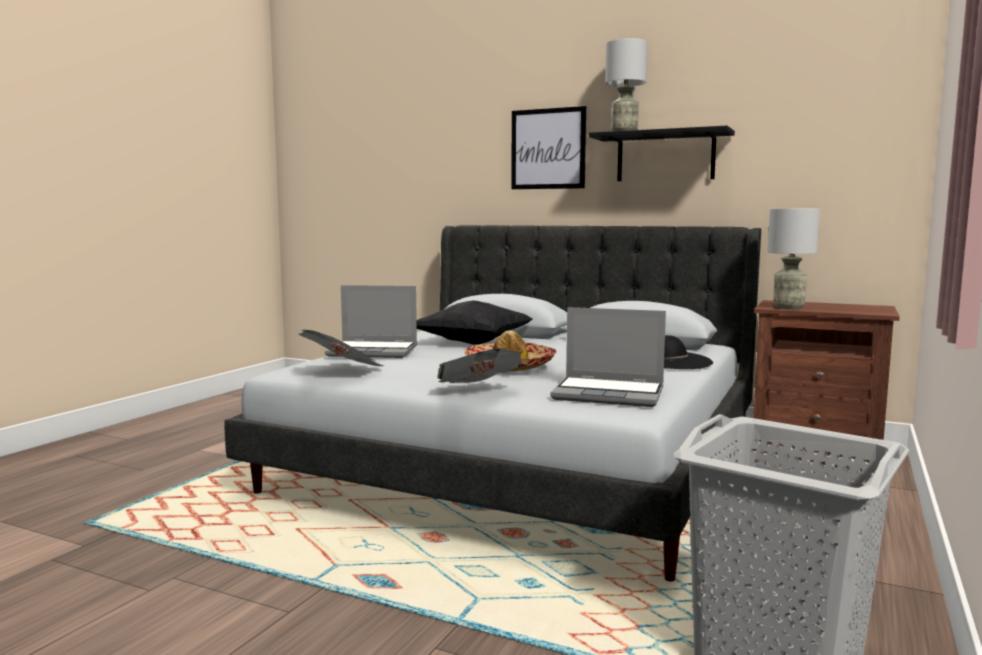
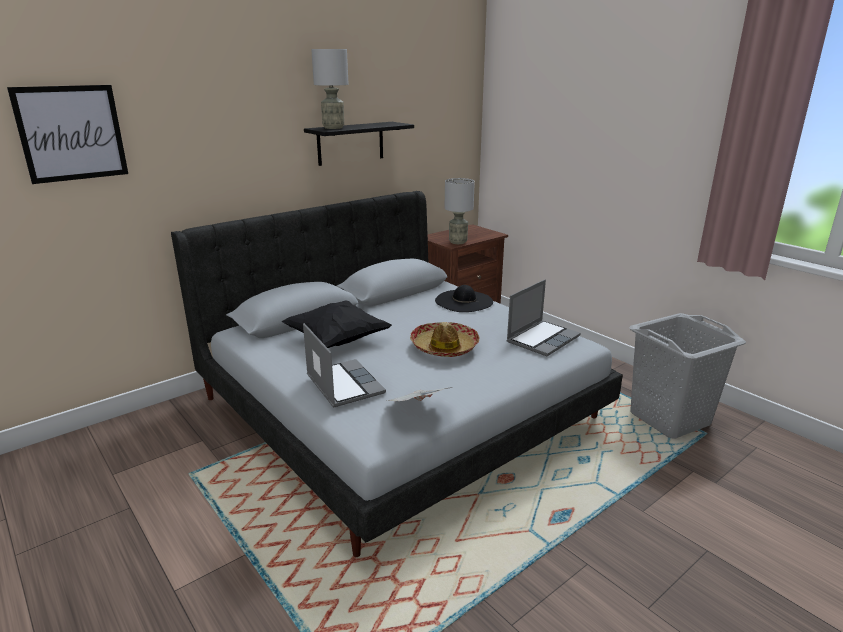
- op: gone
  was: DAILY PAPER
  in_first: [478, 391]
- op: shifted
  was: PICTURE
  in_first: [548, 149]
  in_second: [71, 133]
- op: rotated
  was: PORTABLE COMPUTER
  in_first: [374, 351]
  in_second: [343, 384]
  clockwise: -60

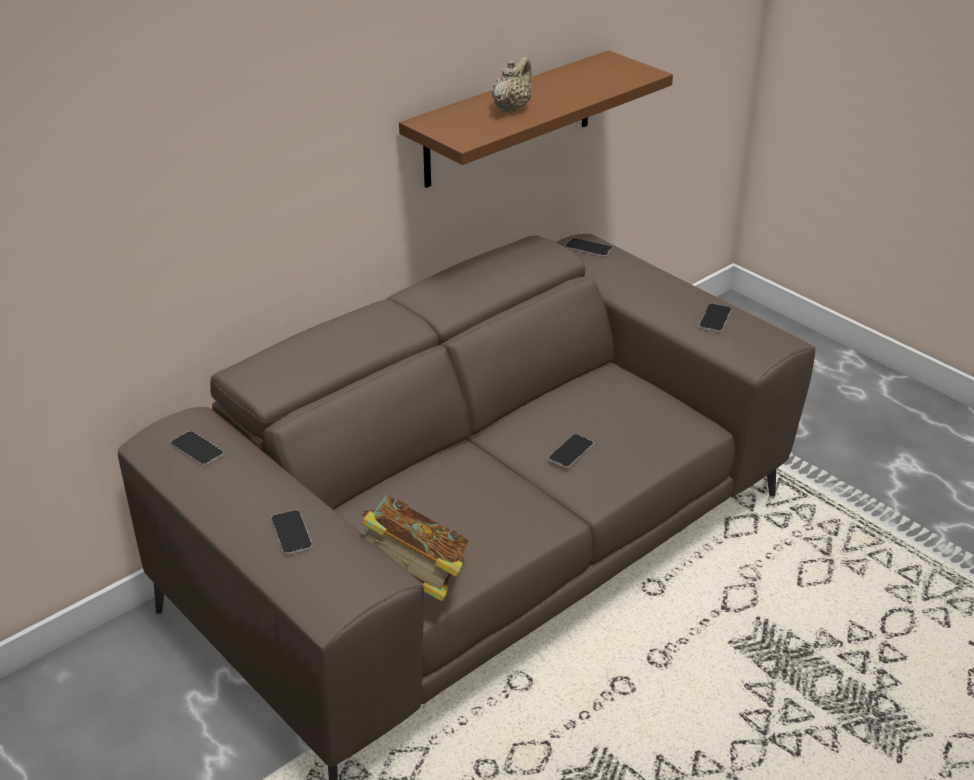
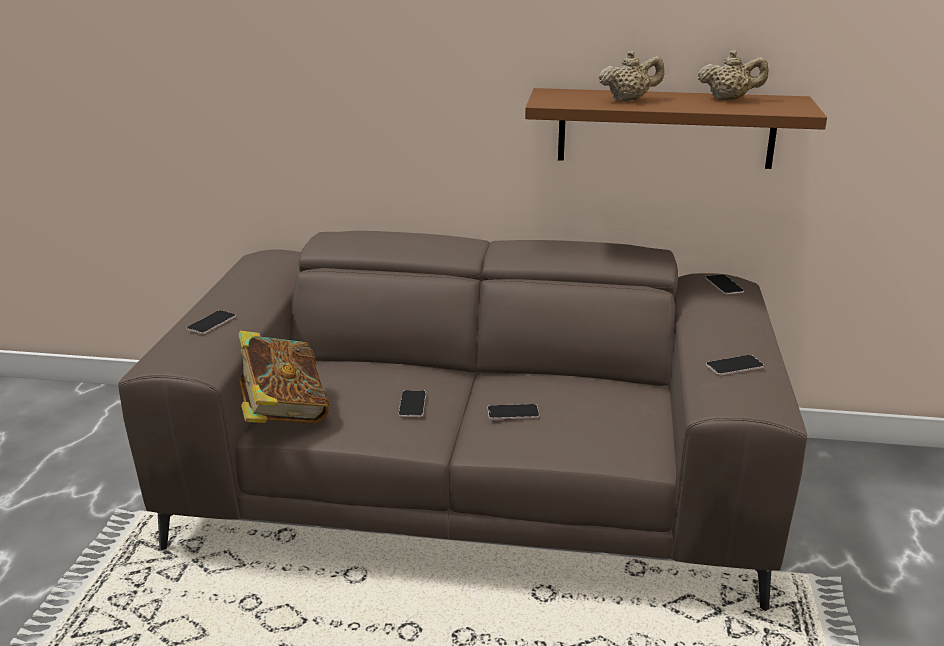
- op: new
  now: SAND-COLOURED TEAPOT
  in_second: [729, 99]
- op: shifted
  was: HANDSET
  in_first: [197, 449]
  in_second: [412, 404]

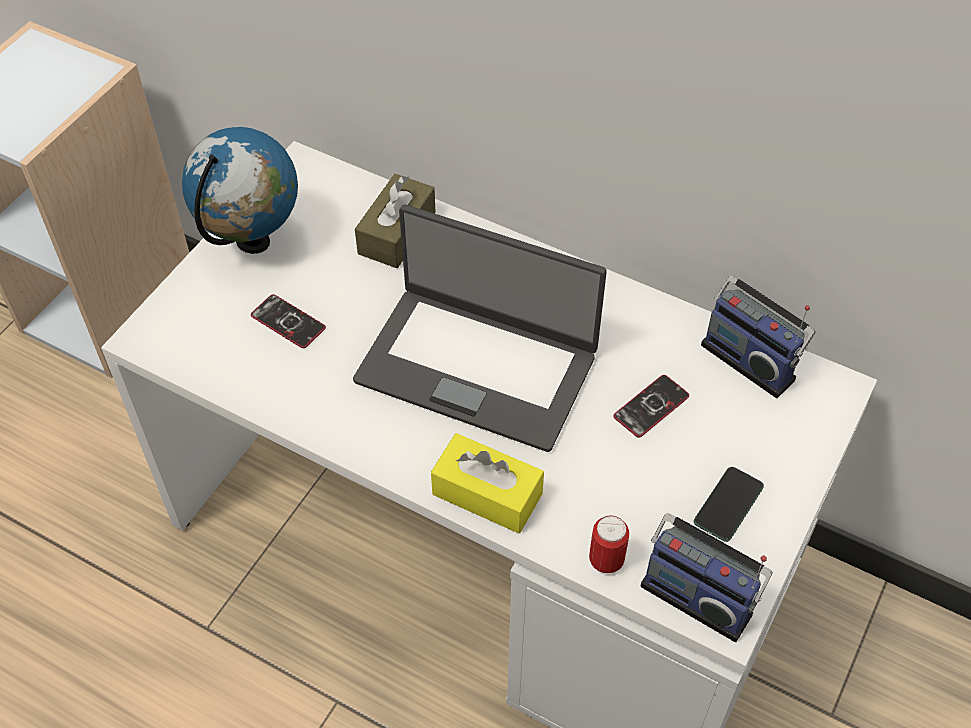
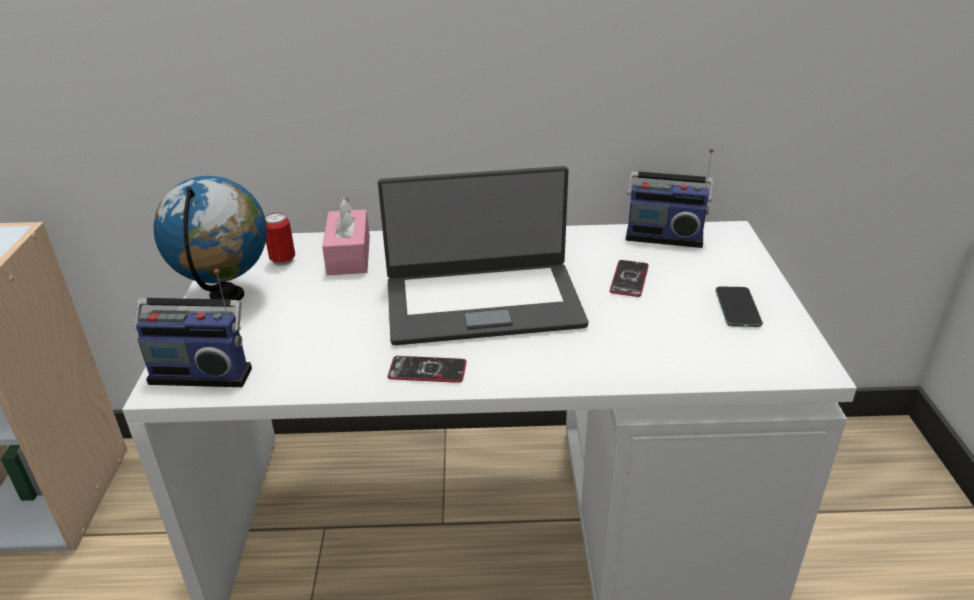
- op: gone
  was: YELLOWISH BOX OF TISSUES
  in_first: [487, 494]
- op: shifted
  was: HANDSET
  in_first: [288, 322]
  in_second: [427, 370]
- op: shifted
  was: METAL CAN
  in_first: [606, 561]
  in_second: [283, 260]
- op: shifted
  was: RADIO
  in_first: [698, 596]
  in_second: [202, 372]
- op: repainted
  was: BROWN-COLOURED BOX OF TISSUES
  now: PINK-COLOURED BOX OF TISSUES
  in_first: [397, 233]
  in_second: [349, 255]

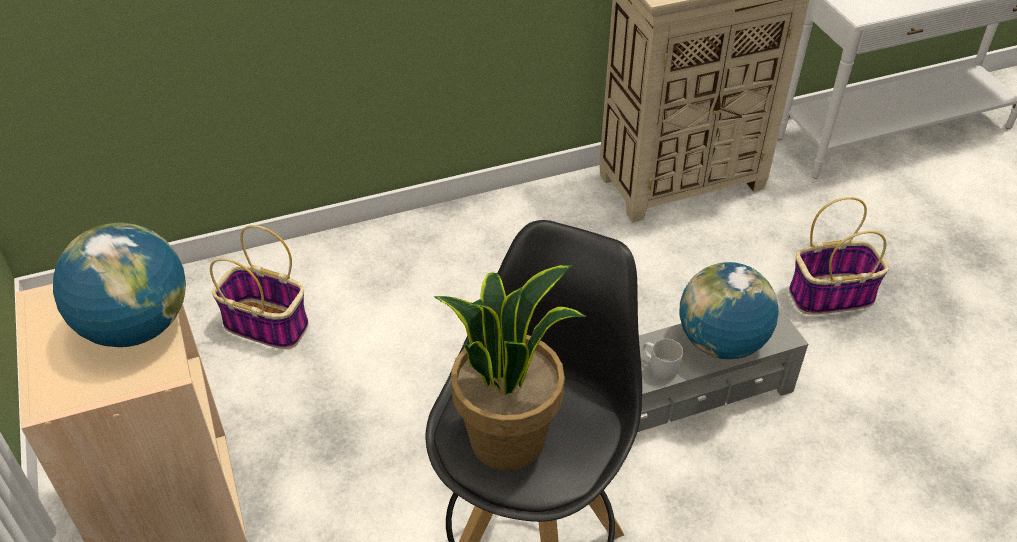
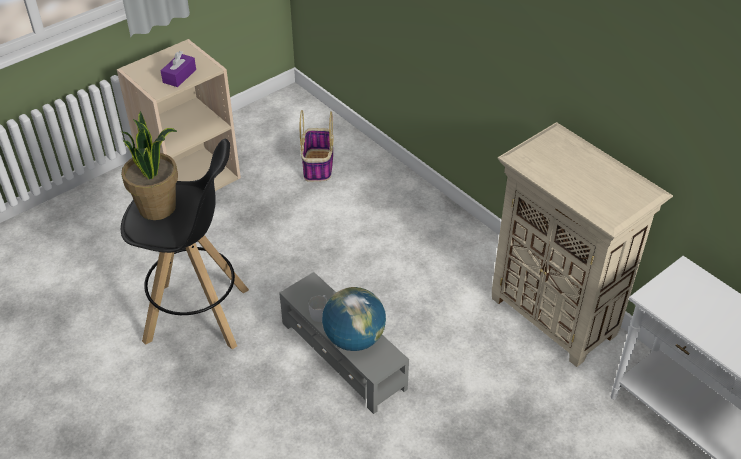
- op: gone
  was: STORAGE BASKET
  in_first: [831, 295]
- op: swapped
  was: DESK GLOBE
  now: PURPLE-COLOURED BOX OF TISSUES
  in_first: [136, 326]
  in_second: [179, 76]

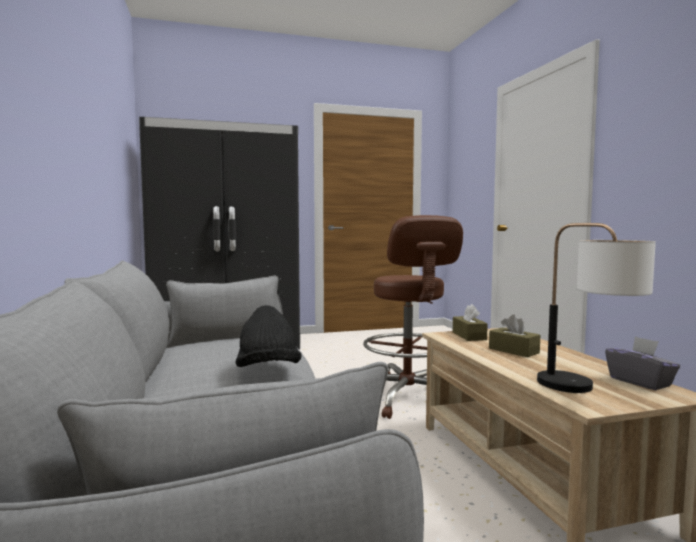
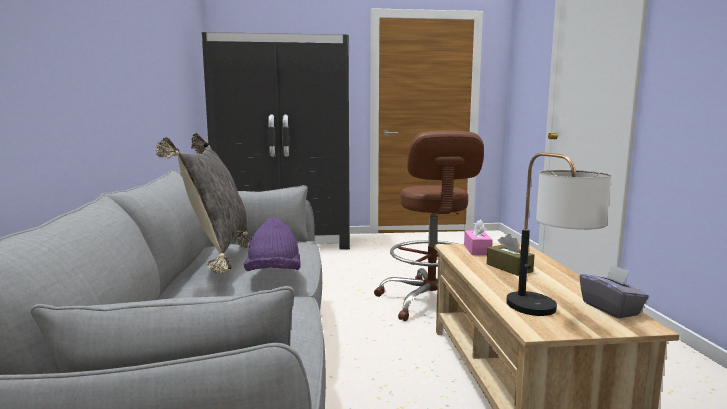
- op: new
  now: PILLOW
  in_second: [213, 261]
- op: repainted
  was: BLACK CLOTHING HAT
  now: PURPLE-COLOURED CLOTHING HAT
  in_first: [268, 371]
  in_second: [274, 275]
- op: repainted
  was: BROWN-COLOURED BOX OF TISSUES
  now: PINK-COLOURED BOX OF TISSUES
  in_first: [469, 336]
  in_second: [477, 250]

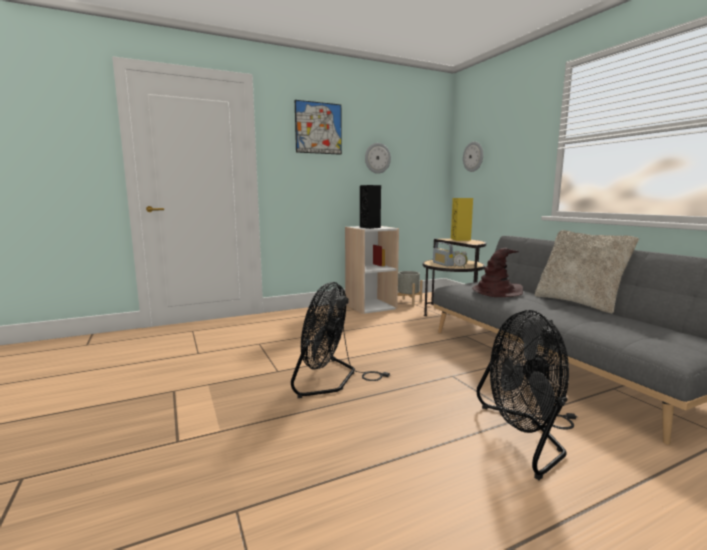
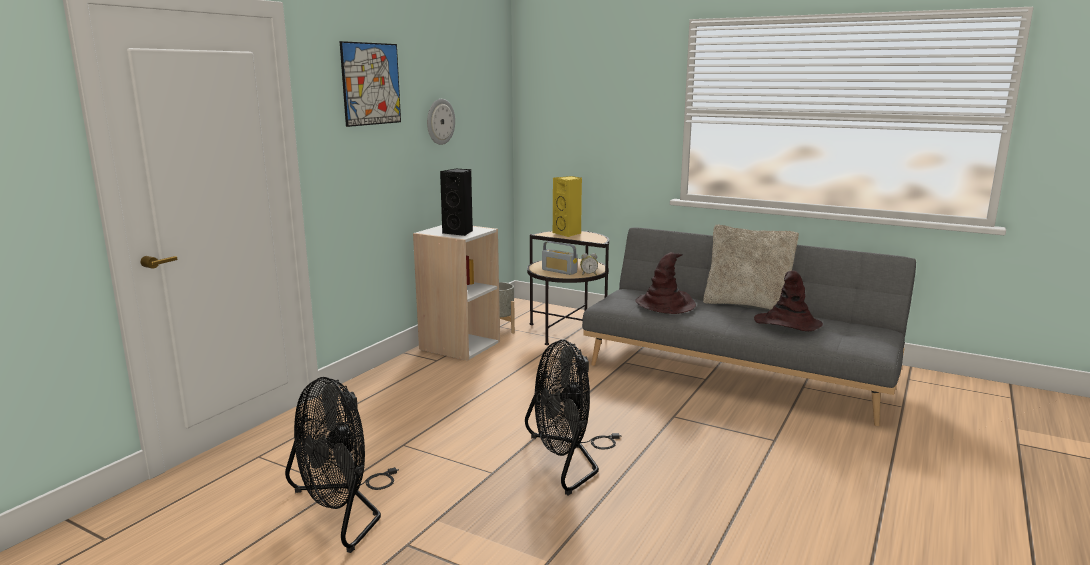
- op: gone
  was: CLOCK ON THE WALL
  in_first: [473, 156]
- op: new
  now: BROWN-COLOURED CLOTHING HAT
  in_second: [787, 323]
- op: shifted
  was: BLACK FAN
  in_first: [528, 434]
  in_second: [345, 507]

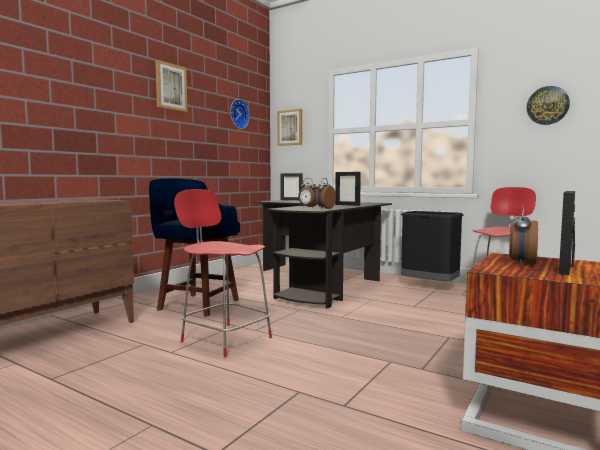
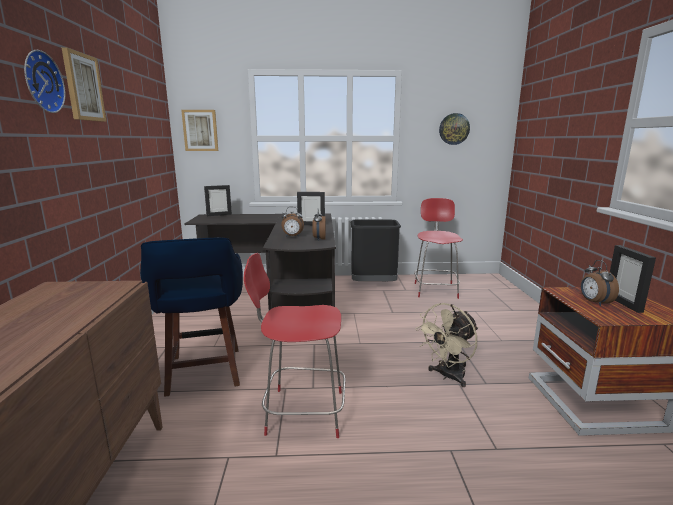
- op: new
  now: SAND-COLOURED FAN
  in_second: [447, 376]
- op: shifted
  was: CLOCK ON THE WALL
  in_first: [238, 114]
  in_second: [41, 82]

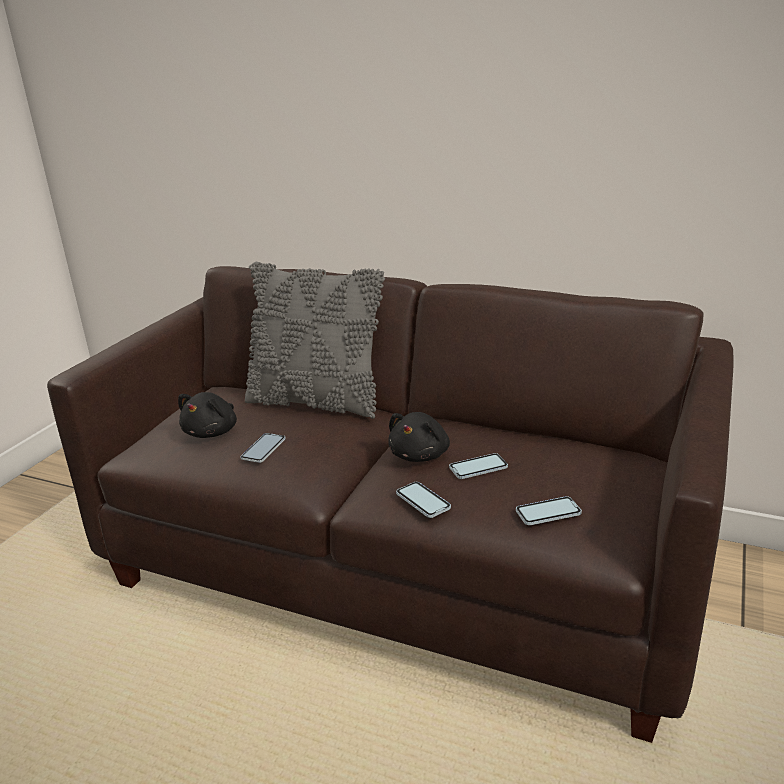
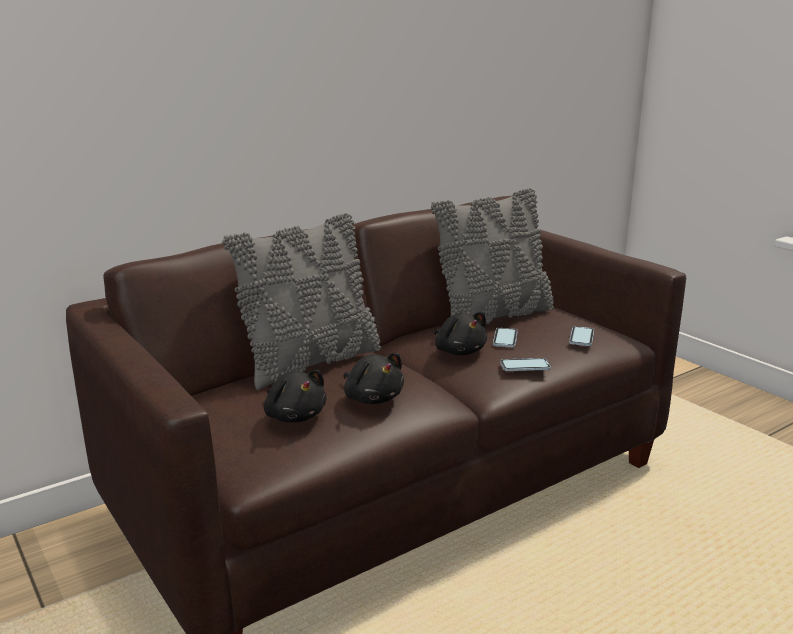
- op: new
  now: GREY PILLOW
  in_second: [493, 316]
- op: swapped
  was: HANDSET
  now: BLACK SOFT TOY
  in_first: [263, 449]
  in_second: [372, 398]

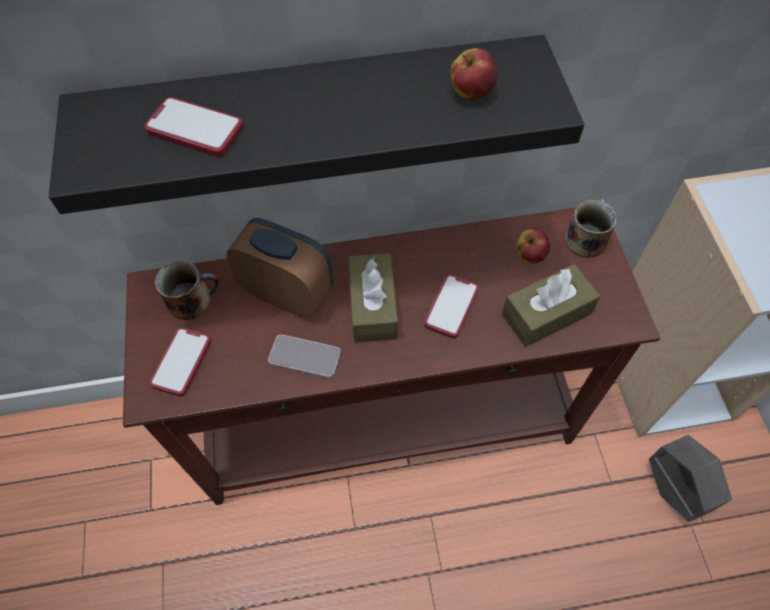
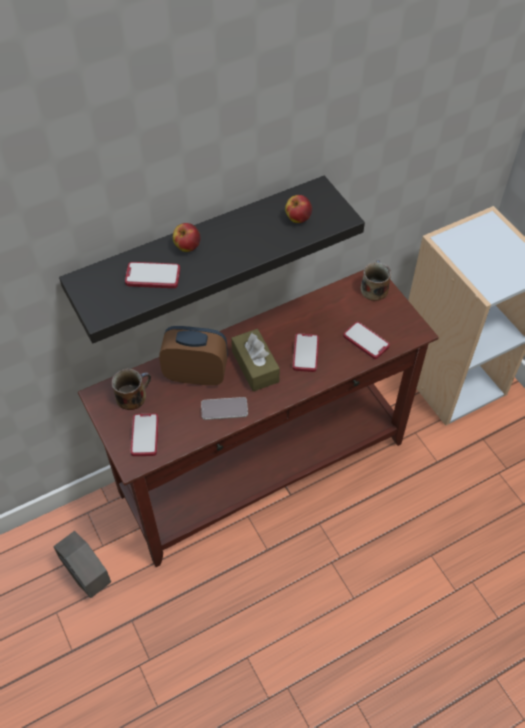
- op: shifted
  was: WHOLE APPLE
  in_first: [529, 256]
  in_second: [187, 247]
- op: shifted
  was: GREY FLOWER POT
  in_first: [673, 489]
  in_second: [88, 576]
- op: swapped
  was: BROWN-COLOURED BOX OF TISSUES
  now: HANDSET
  in_first: [546, 314]
  in_second: [366, 341]

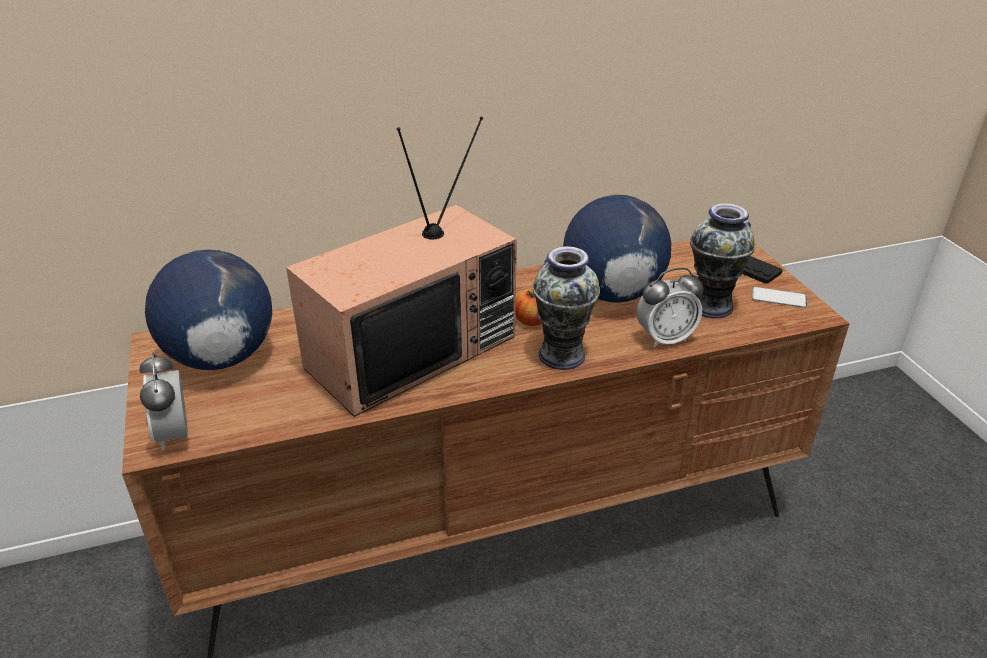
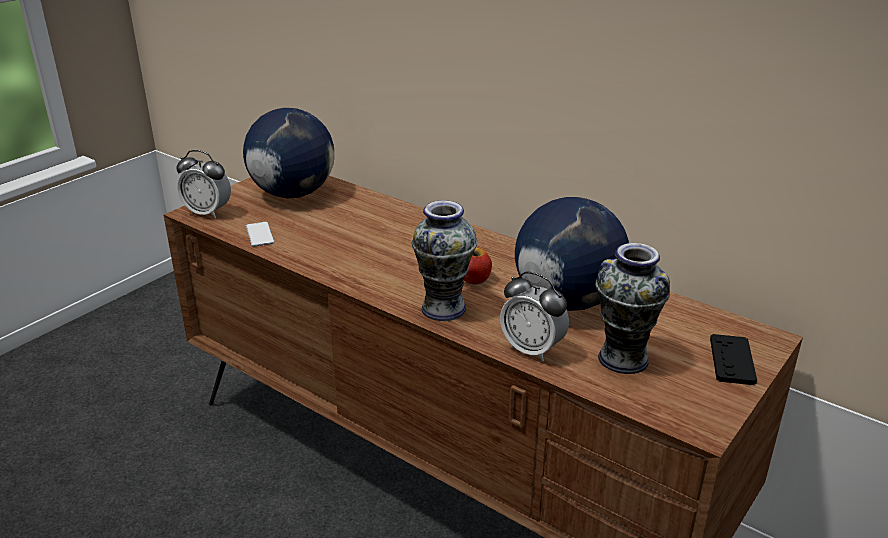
- op: gone
  was: TV SET
  in_first: [411, 349]
- op: shifted
  was: HANDSET
  in_first: [779, 298]
  in_second: [260, 234]
- op: rotated
  was: ALARM CLOCK
  in_first: [174, 435]
  in_second: [208, 213]
  clockwise: -105

